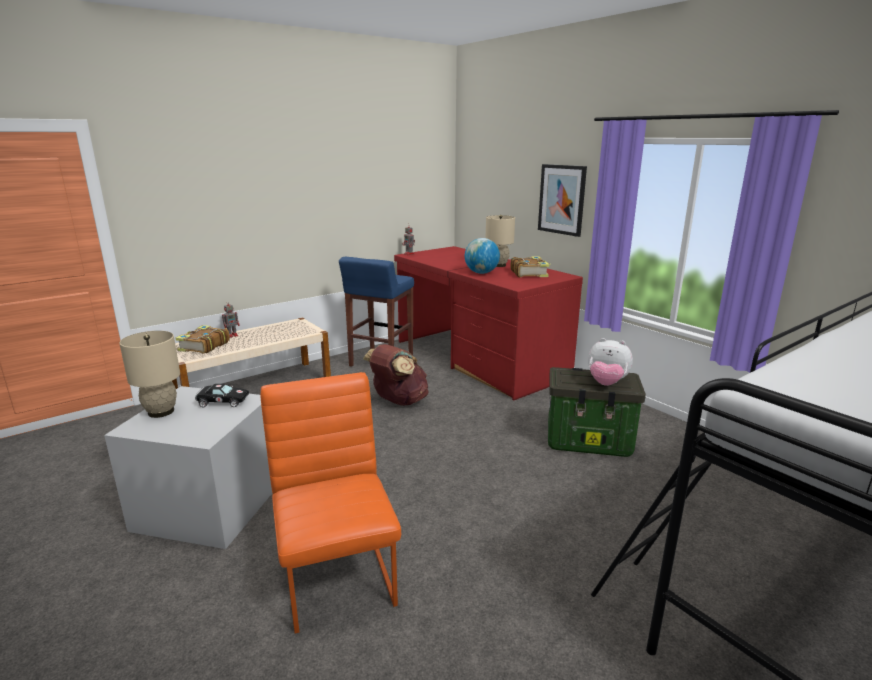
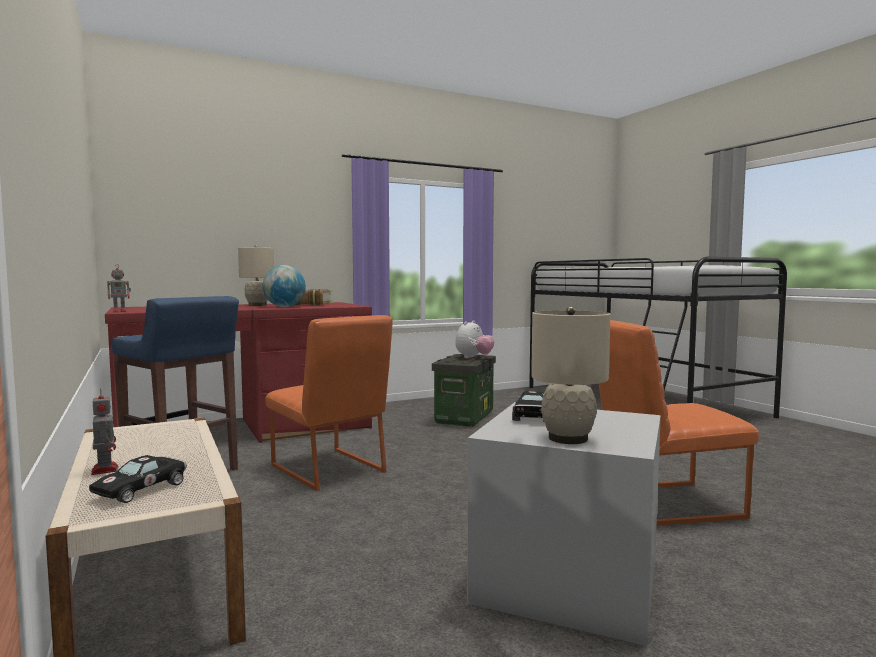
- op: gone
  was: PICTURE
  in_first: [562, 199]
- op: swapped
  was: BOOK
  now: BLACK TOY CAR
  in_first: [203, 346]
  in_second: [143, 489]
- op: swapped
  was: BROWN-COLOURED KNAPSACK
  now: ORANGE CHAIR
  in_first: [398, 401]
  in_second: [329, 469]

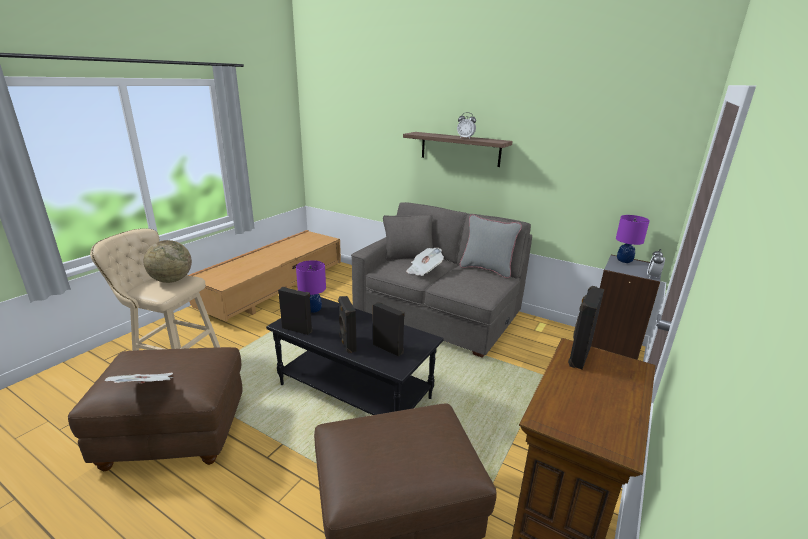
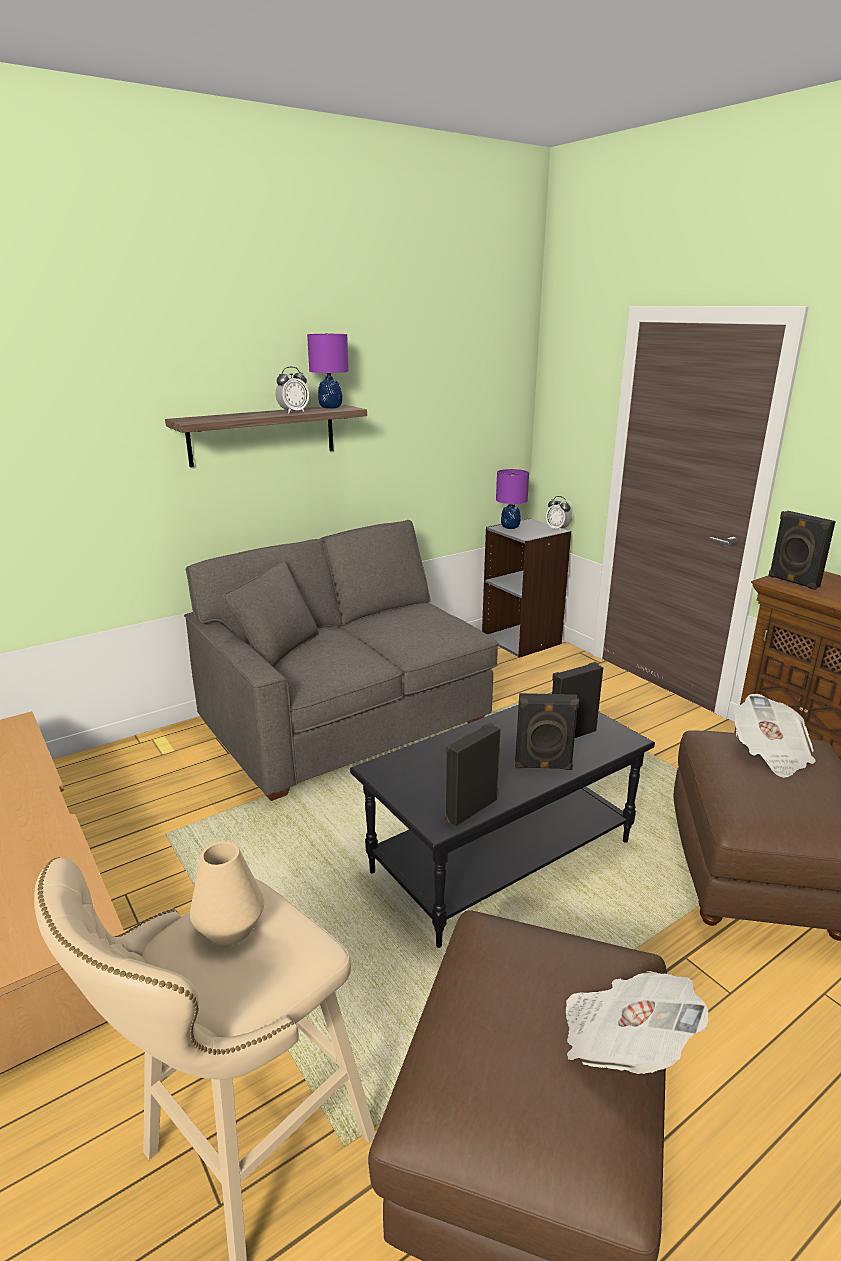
- op: gone
  was: GREY PILLOW
  in_first: [486, 269]
- op: shifted
  was: PURPLE-COLOURED TABLE LAMP
  in_first: [312, 310]
  in_second: [331, 407]
- op: shifted
  was: DAILY PAPER
  in_first: [424, 270]
  in_second: [769, 754]
- op: swapped
  was: DESK GLOBE
  now: SAND-COLOURED FLOWER VASE
  in_first: [172, 280]
  in_second: [230, 928]

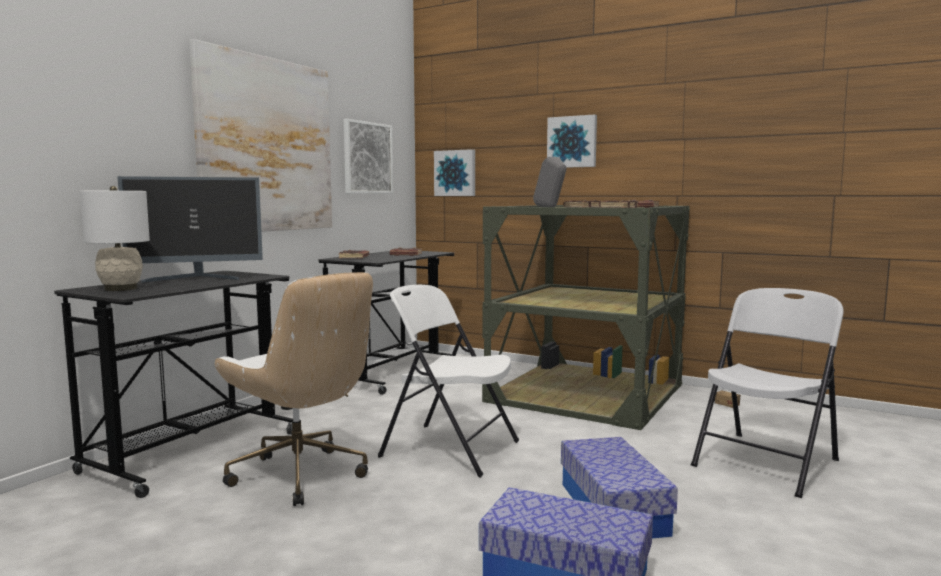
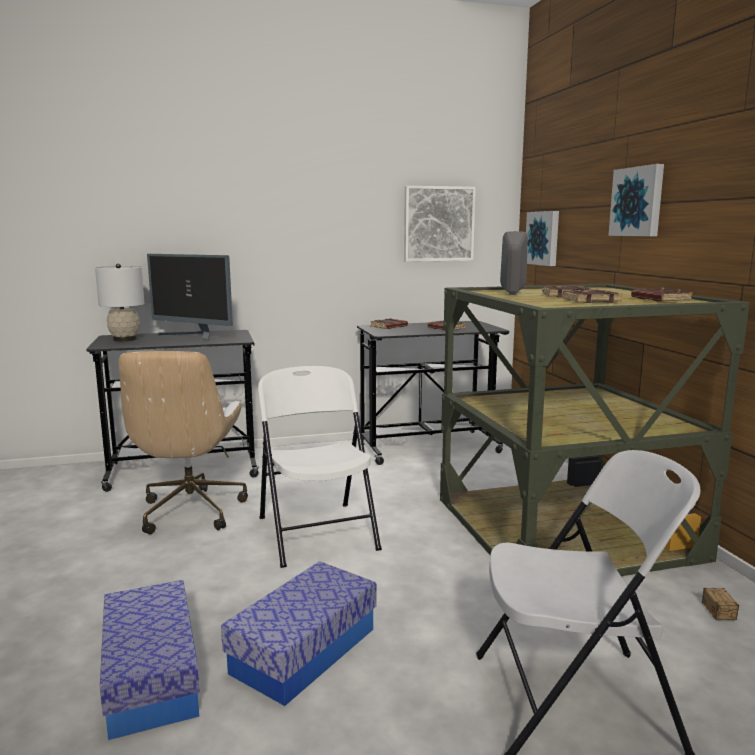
- op: gone
  was: PICTURE
  in_first: [267, 145]

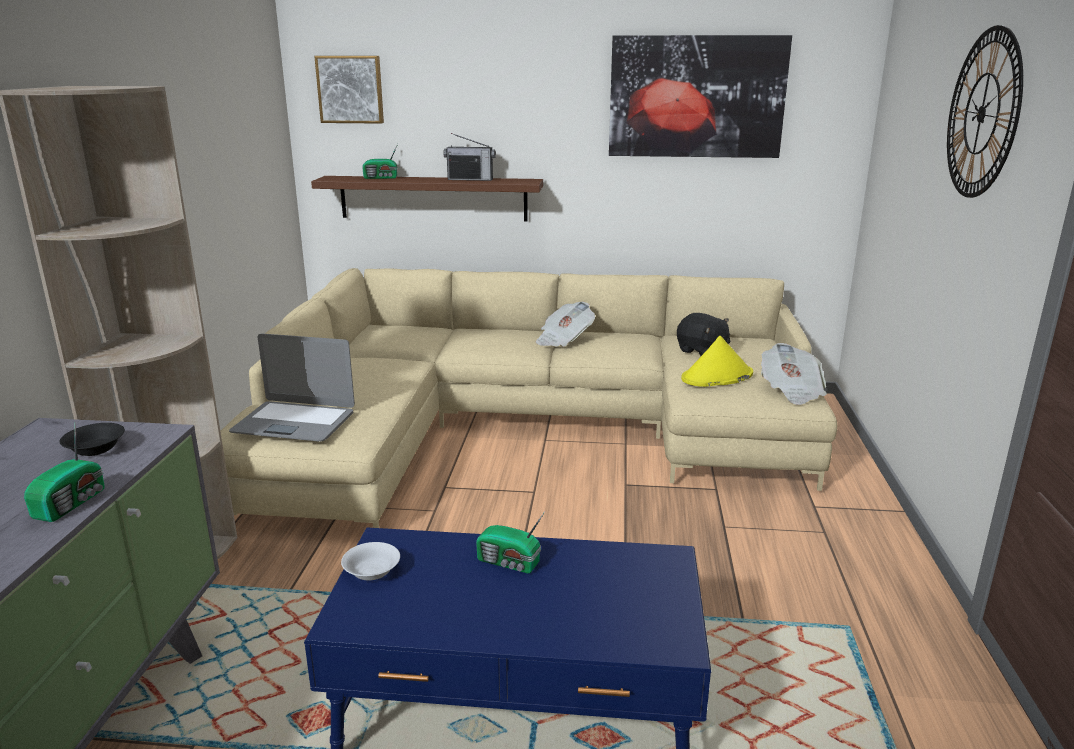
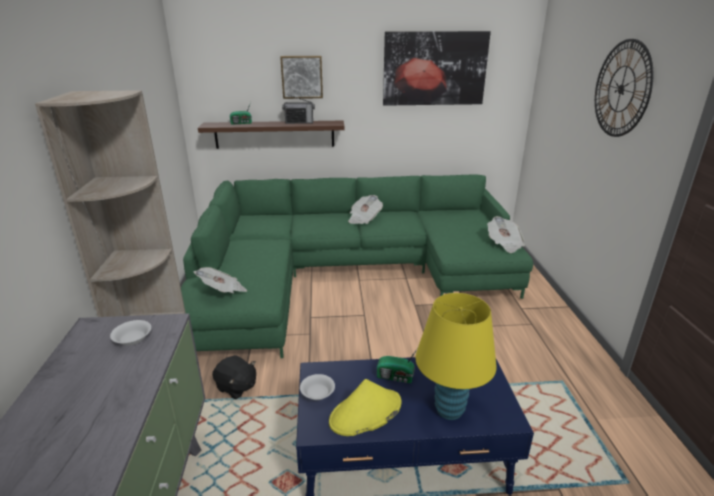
- op: gone
  was: RADIO
  in_first: [73, 503]
- op: new
  now: YELLOWISH TABLE LAMP
  in_second: [449, 410]
- op: shifted
  was: PICTURE
  in_first: [350, 89]
  in_second: [302, 77]
- op: shifted
  was: BLACK SOFT TOY
  in_first: [702, 351]
  in_second: [236, 387]
- op: shifted
  was: YELLOWISH CLOTHING HAT
  in_first: [717, 377]
  in_second: [365, 413]
- op: swapped
  was: PORTABLE COMPUTER
  now: DAILY PAPER
  in_first: [294, 422]
  in_second: [223, 291]
- op: repainted
  was: BLACK BOWL
  now: WHITE-COLOURED BOWL
  in_first: [96, 449]
  in_second: [133, 339]
- op: repainted
  was: SAND-COLOURED SETTEE
  now: GREEN-COLOURED SETTEE
  in_first: [522, 431]
  in_second: [344, 275]

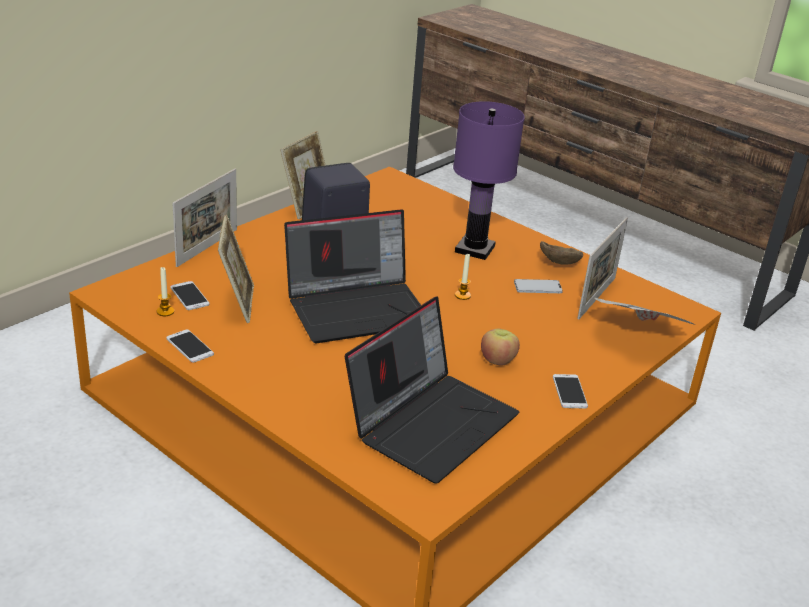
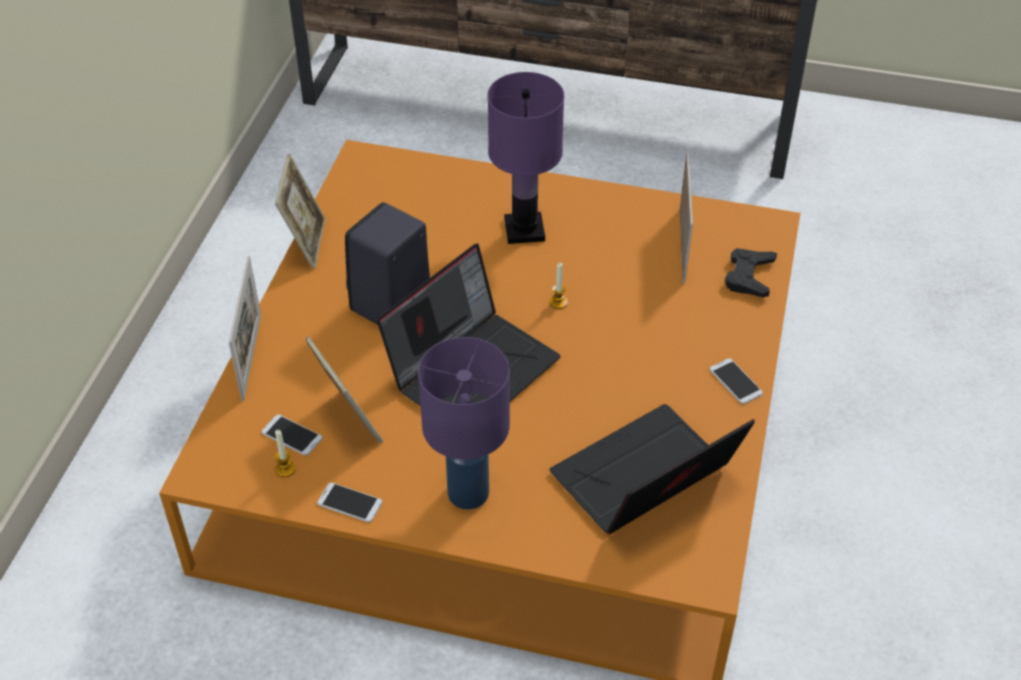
- op: gone
  was: WHOLE APPLE
  in_first: [497, 360]
- op: gone
  was: HANDSET
  in_first: [537, 287]
- op: gone
  was: BROWN-COLOURED BOWL
  in_first: [560, 264]
- op: new
  now: PURPLE-COLOURED TABLE LAMP
  in_second: [467, 492]
- op: swapped
  was: DAILY PAPER
  now: BLACK JOYPAD
  in_first: [640, 334]
  in_second: [749, 276]
- op: rotated
  was: PORTABLE COMPUTER
  in_first: [431, 422]
  in_second: [644, 481]
  clockwise: -135

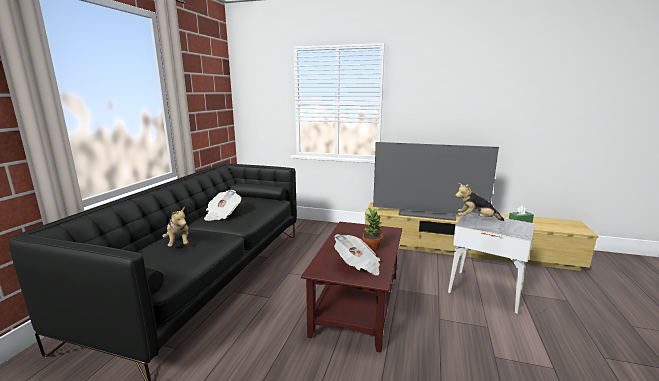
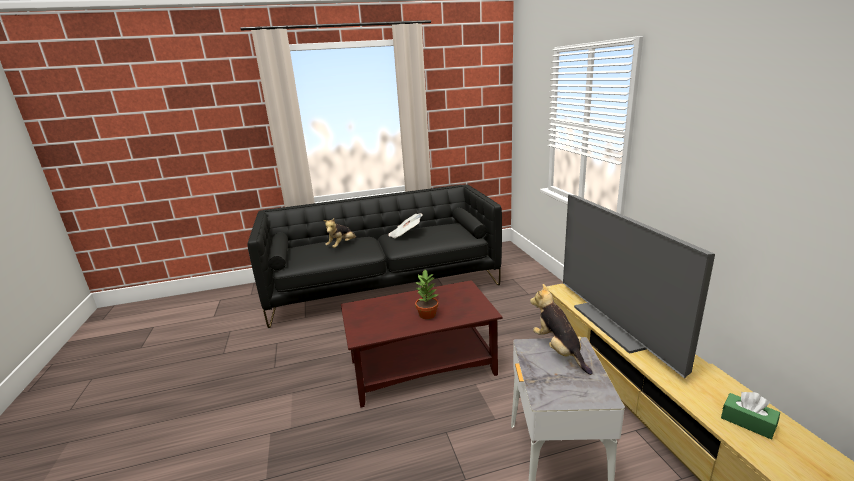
- op: gone
  was: DAILY PAPER
  in_first: [358, 266]

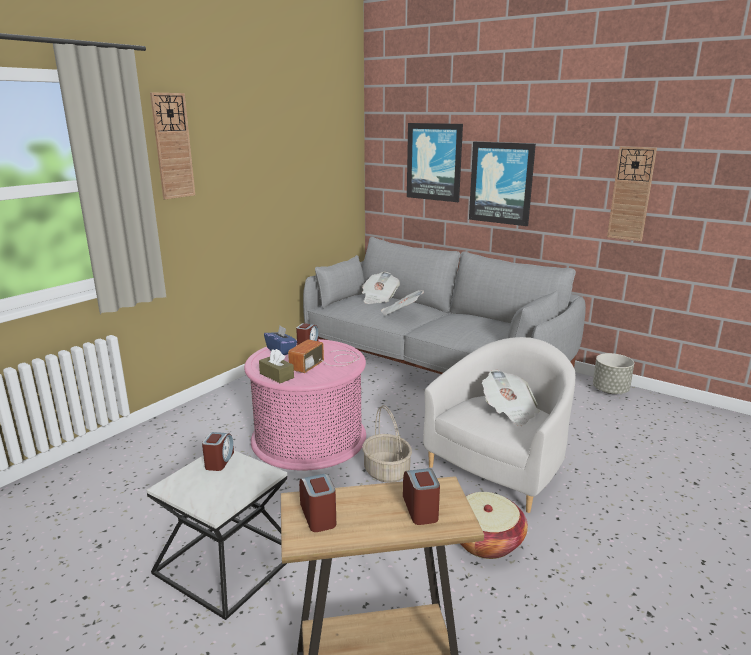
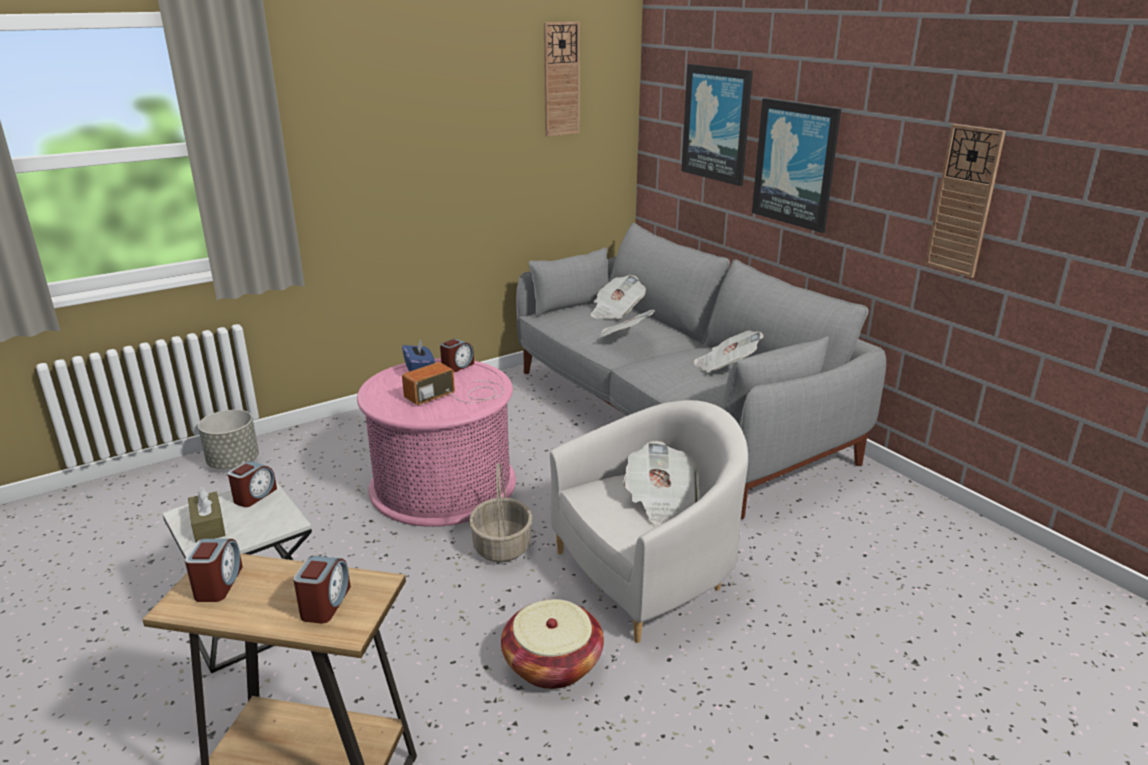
- op: new
  now: DAILY PAPER
  in_second: [725, 367]
- op: shifted
  was: CLOCK ON THE WALL
  in_first: [172, 146]
  in_second: [561, 79]
- op: shifted
  was: BROWN-COLOURED BOX OF TISSUES
  in_first: [276, 375]
  in_second: [208, 526]
- op: shifted
  was: GREY FLOWER POT
  in_first: [610, 390]
  in_second: [234, 462]

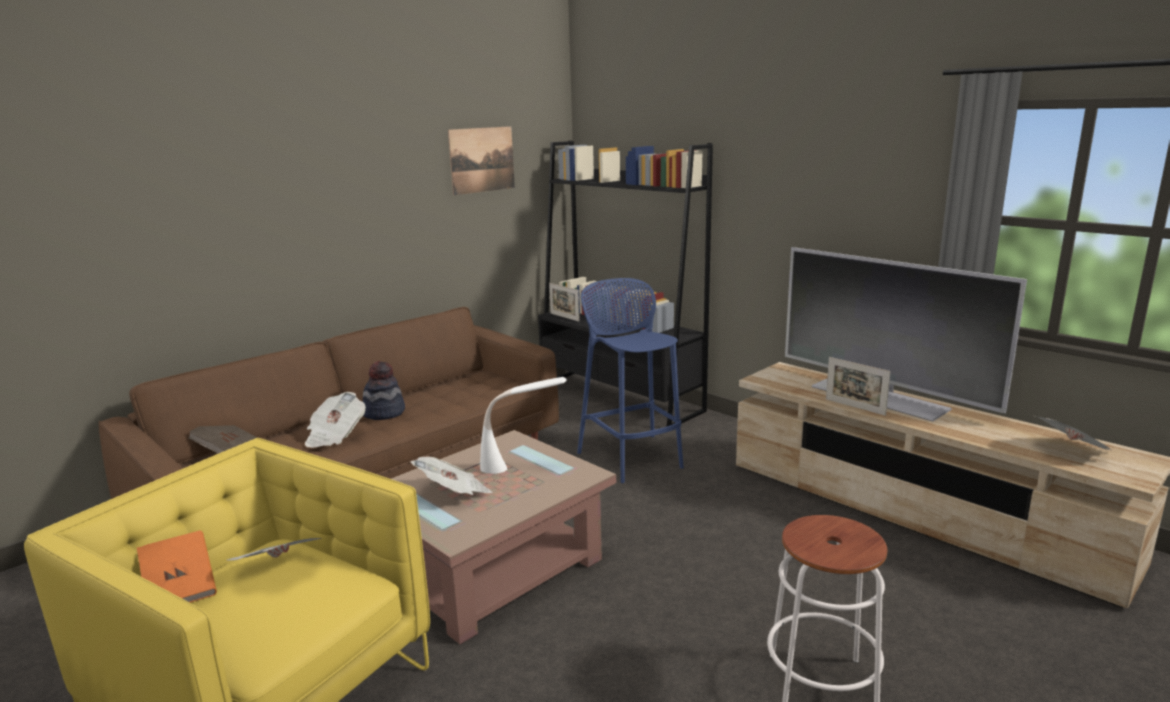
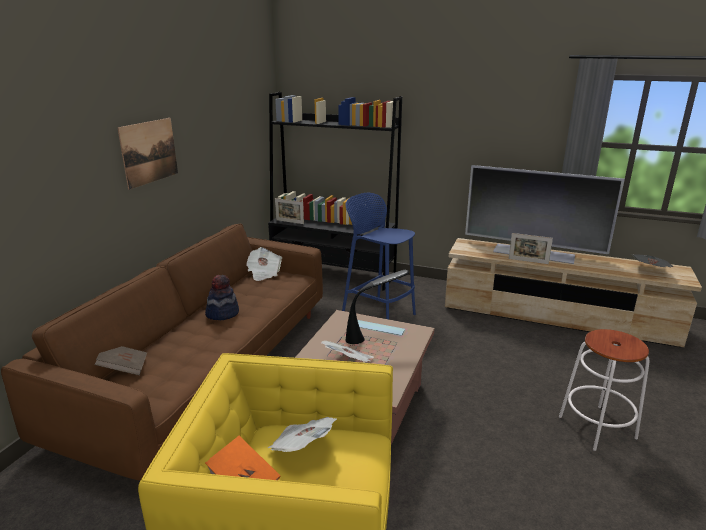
- op: shifted
  was: DAILY PAPER
  in_first: [335, 436]
  in_second: [264, 273]
- op: shifted
  was: PICTURE
  in_first: [482, 160]
  in_second: [149, 152]
- op: repainted
  was: WHITE-COLOURED TABLE LAMP
  now: BLACK TABLE LAMP
  in_first: [524, 470]
  in_second: [376, 337]

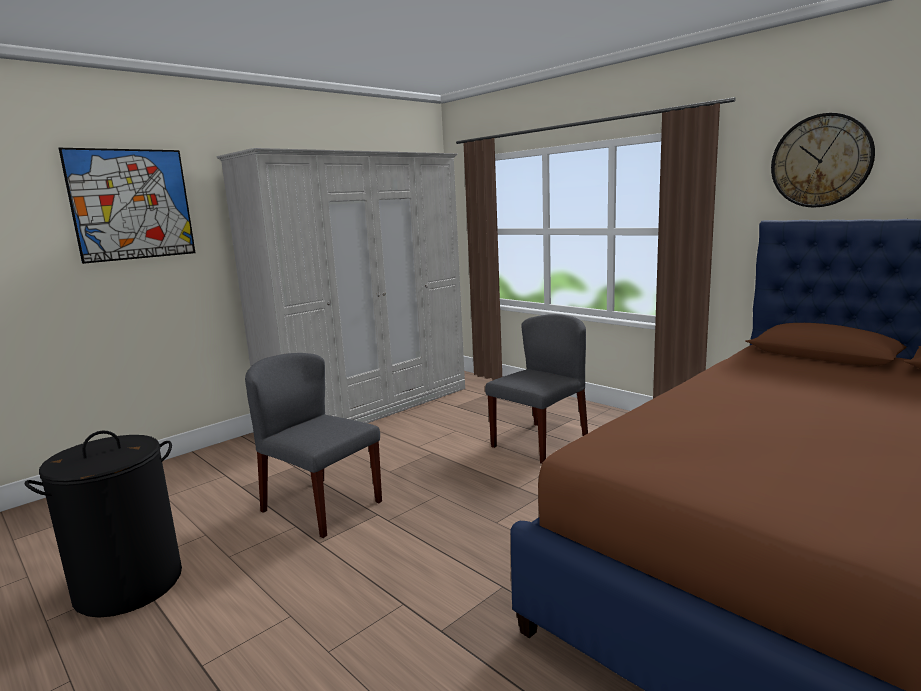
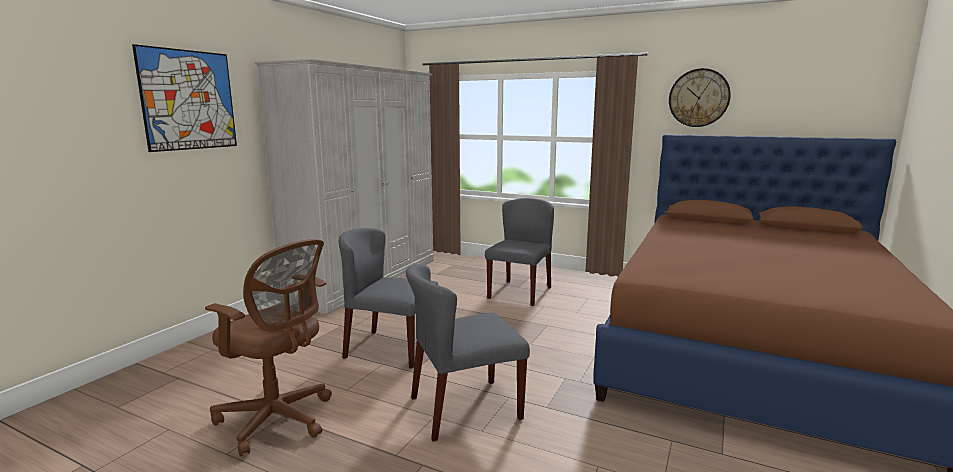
- op: new
  now: GREY CHAIR
  in_second: [464, 408]
- op: swapped
  was: BLACK HAMPER
  now: BROWN-COLOURED DESK CHAIR
  in_first: [129, 585]
  in_second: [278, 420]

